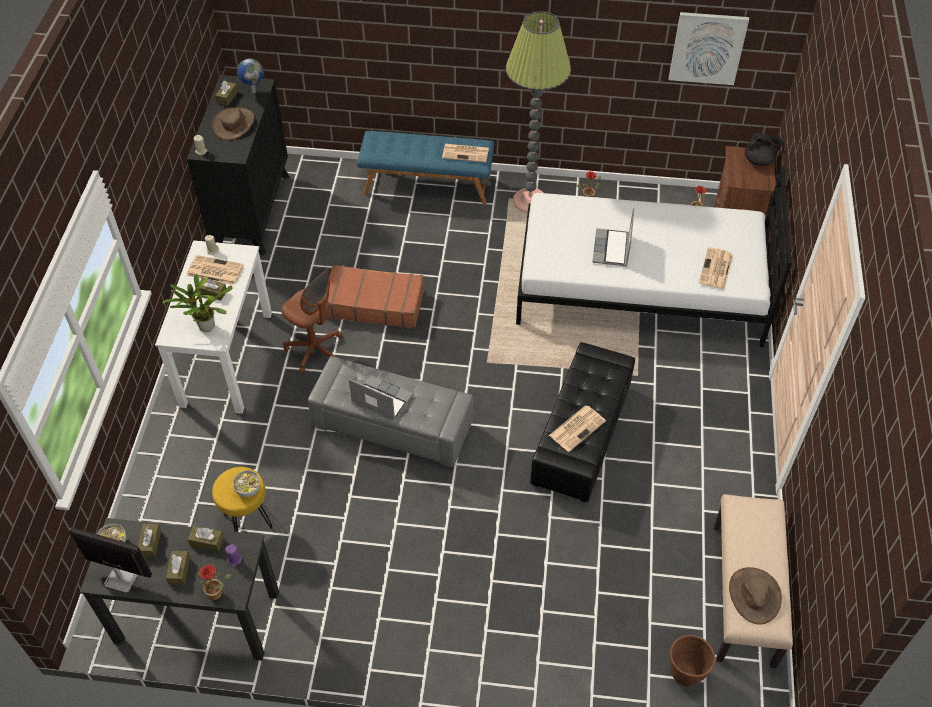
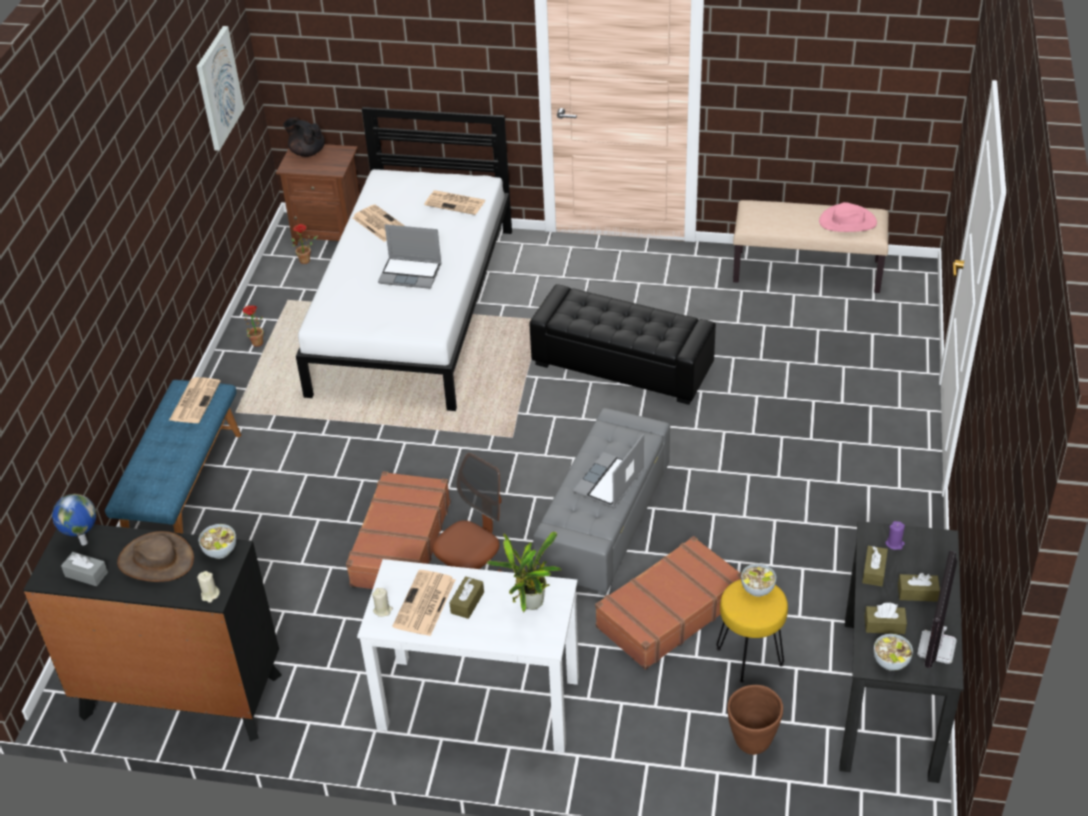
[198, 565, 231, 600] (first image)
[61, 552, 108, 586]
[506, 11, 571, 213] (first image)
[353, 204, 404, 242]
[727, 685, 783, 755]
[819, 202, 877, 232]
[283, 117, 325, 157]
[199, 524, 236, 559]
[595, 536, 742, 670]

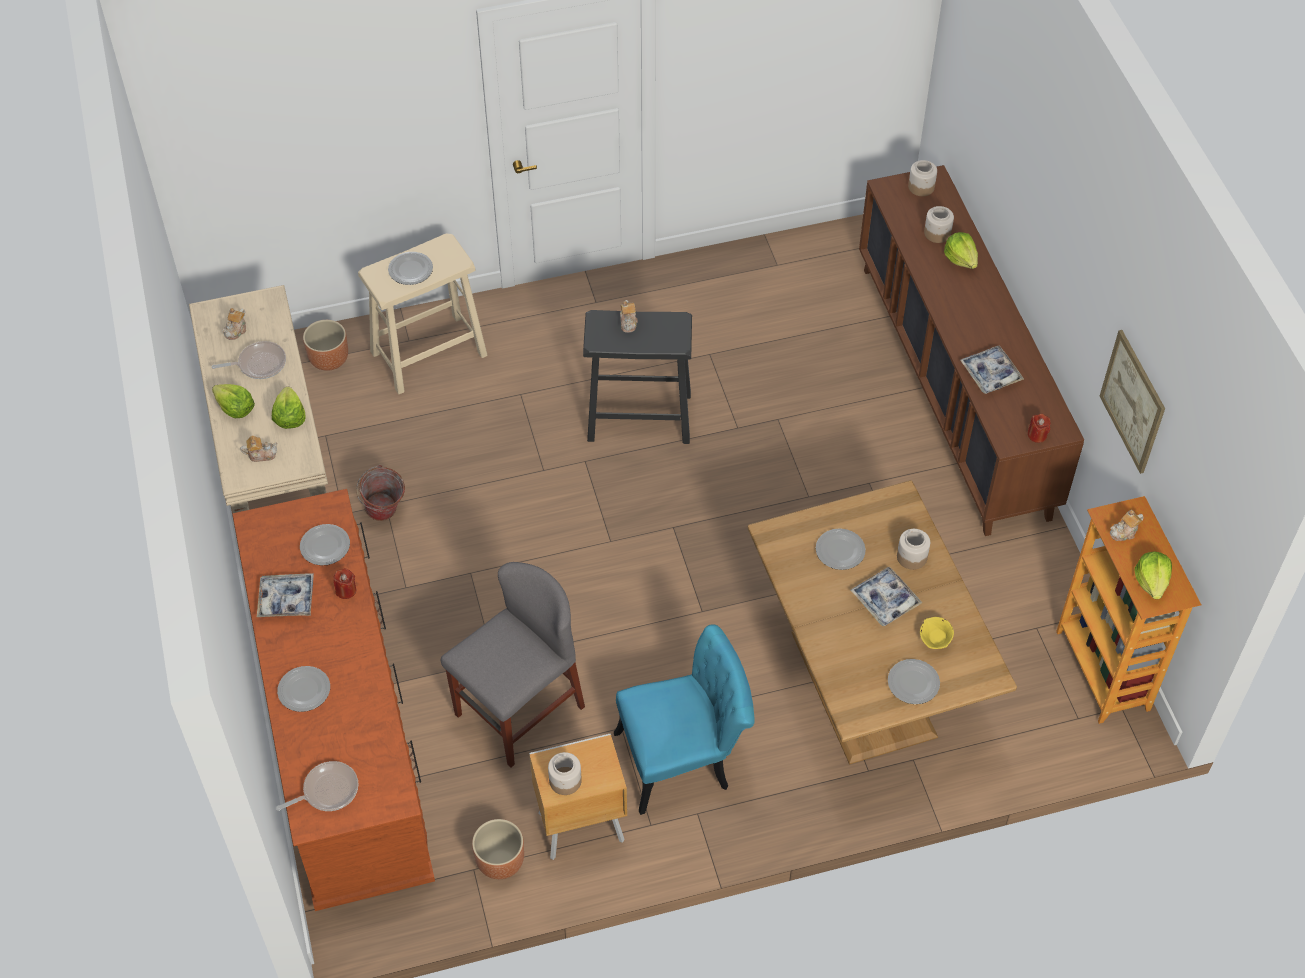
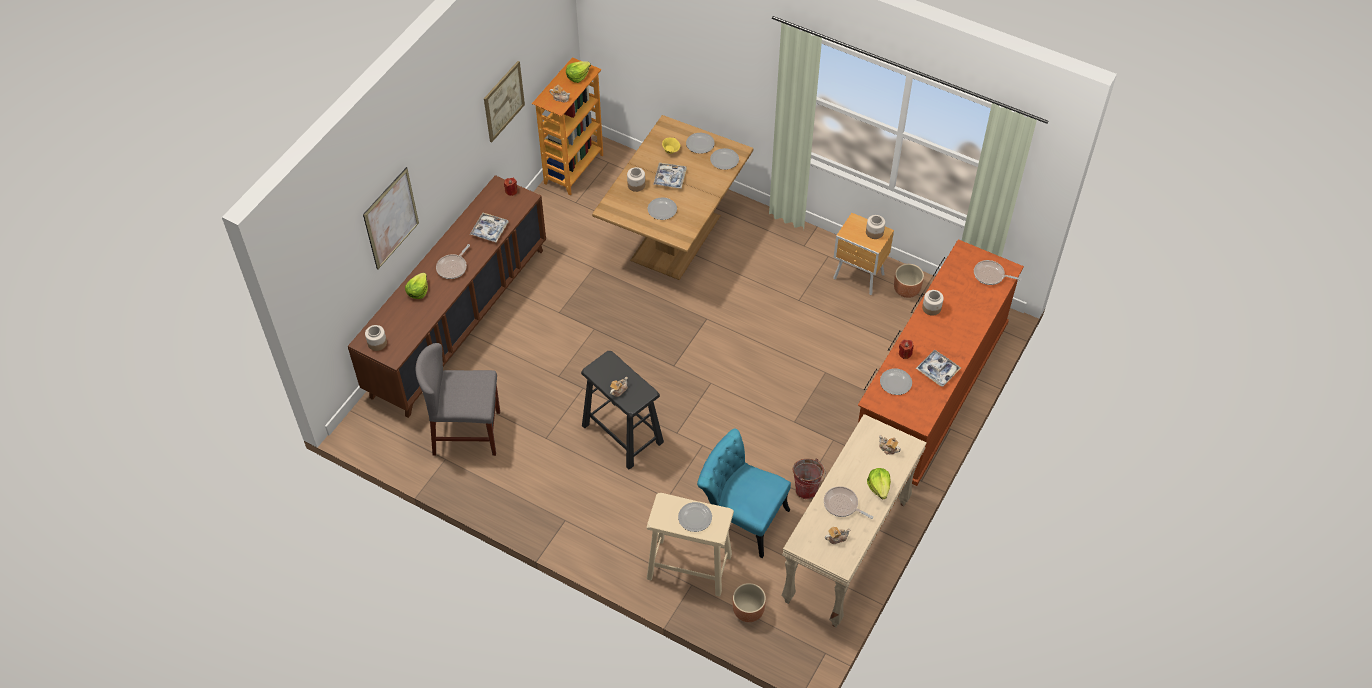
[272, 387, 306, 429] (first image)
[710, 148, 739, 170]
[416, 343, 500, 456]
[697, 428, 791, 558]
[922, 290, 944, 316]
[363, 167, 419, 270]
[436, 244, 470, 279]

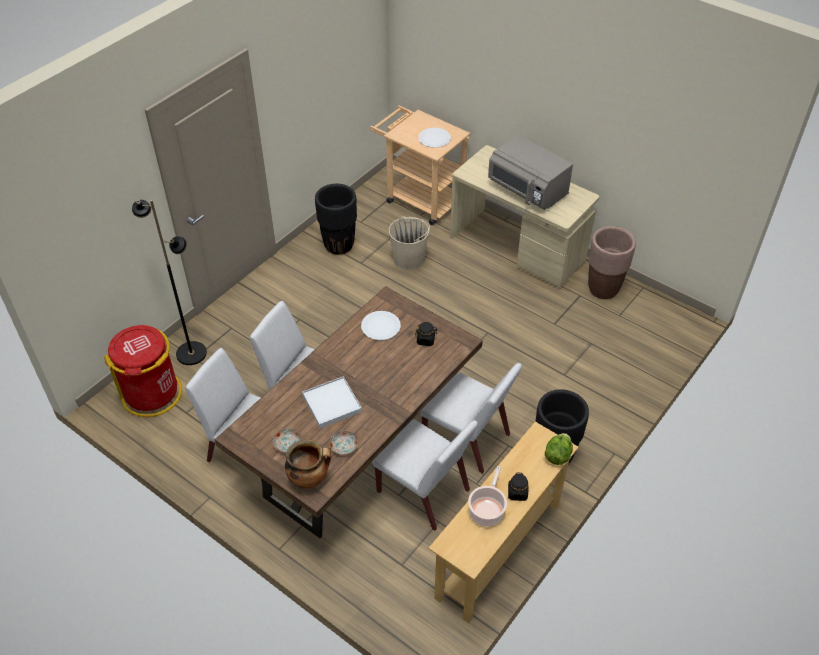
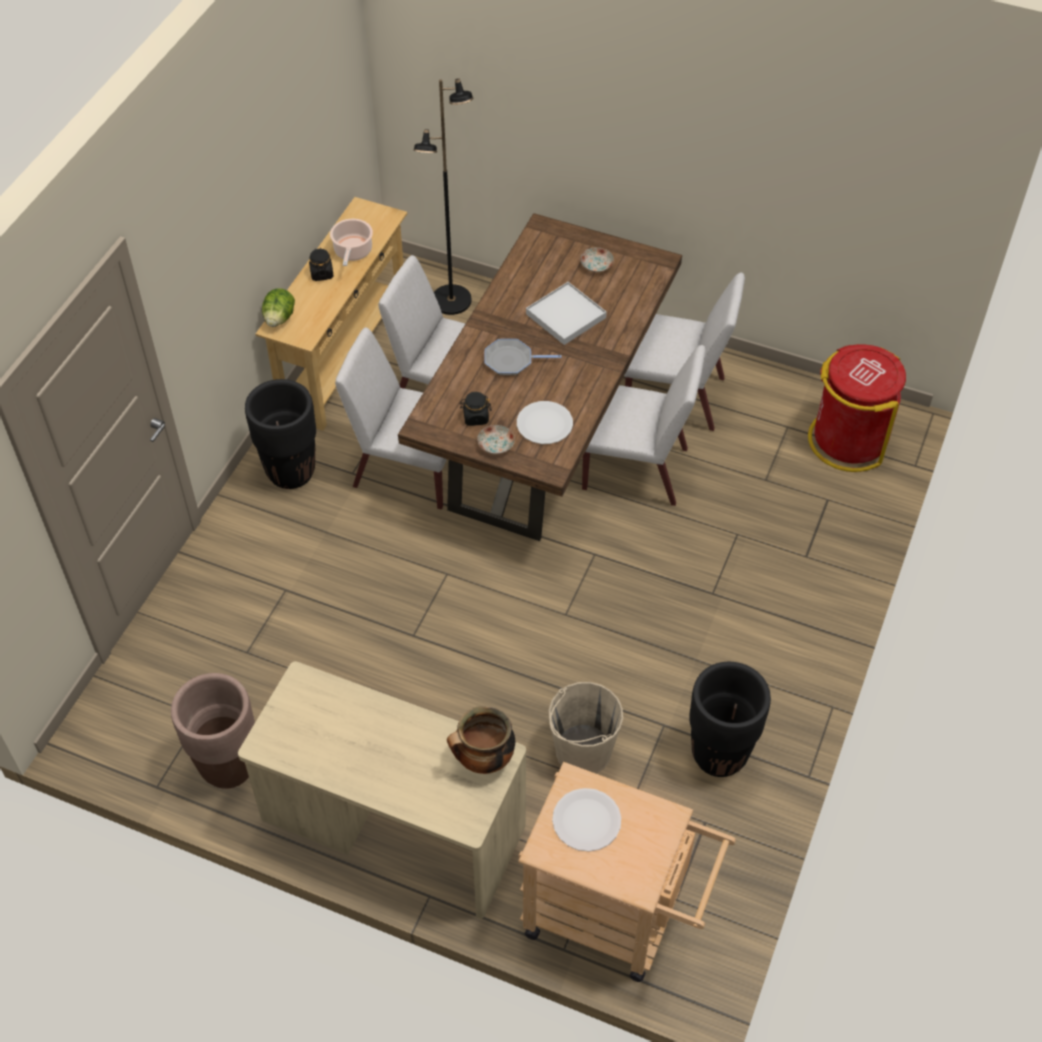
[414, 78, 474, 315]
[447, 706, 515, 774]
[477, 425, 515, 454]
[488, 135, 573, 210] (first image)
[484, 339, 561, 375]

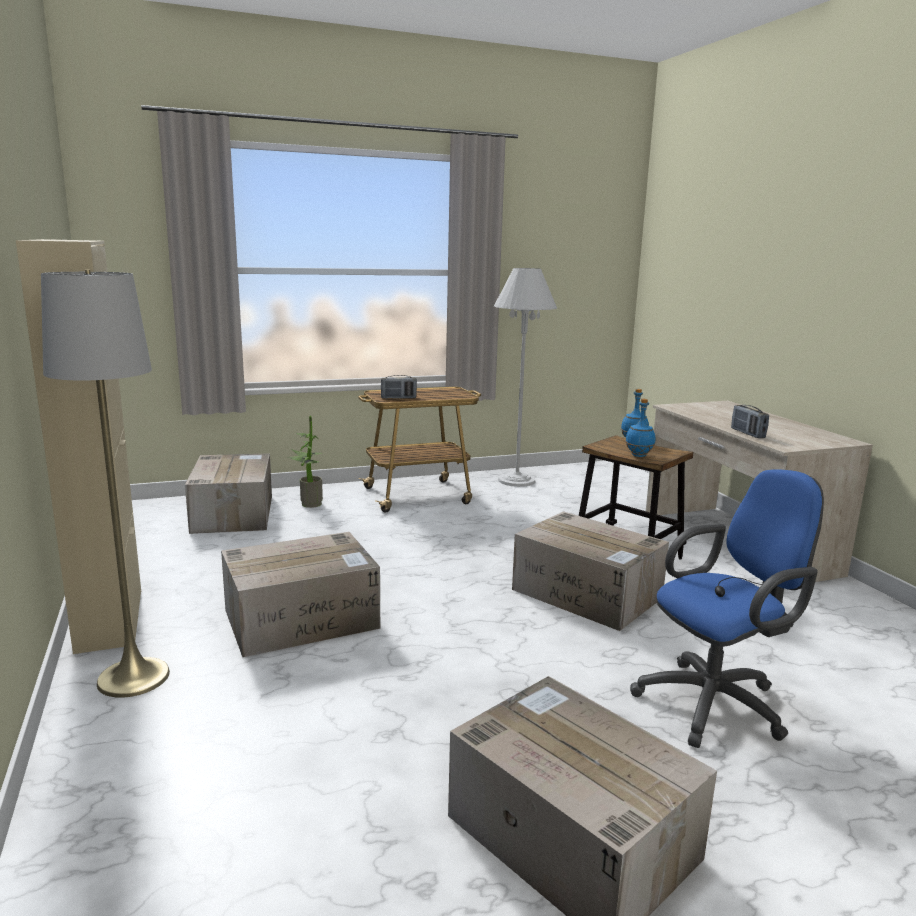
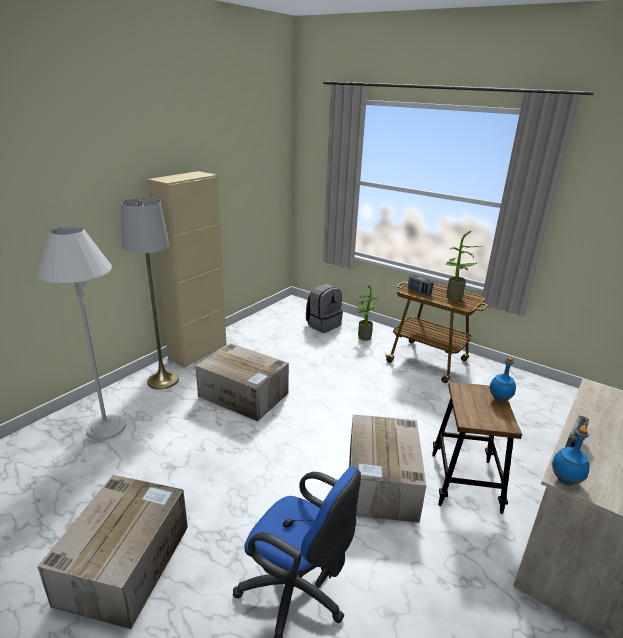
[306, 284, 343, 333]
[36, 226, 126, 441]
[552, 427, 590, 486]
[445, 231, 483, 301]

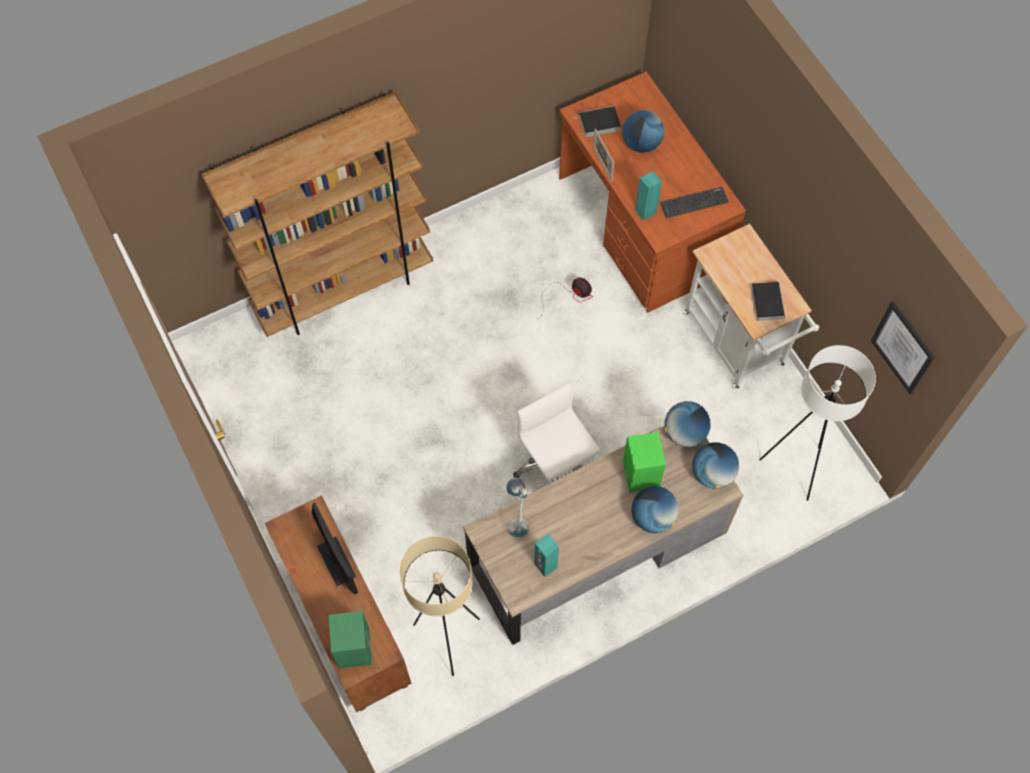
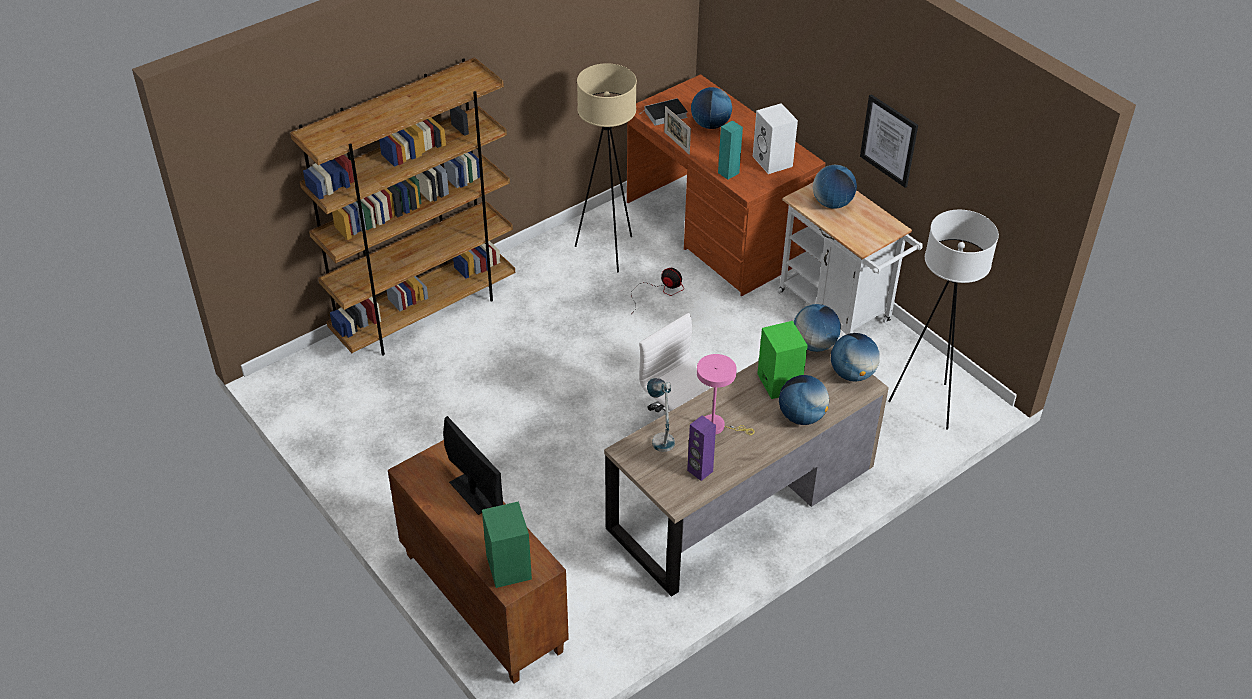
[575, 63, 637, 273]
[687, 415, 716, 481]
[753, 103, 798, 174]
[751, 279, 786, 321] (first image)
[860, 94, 918, 188]
[697, 354, 755, 435]
[813, 165, 857, 209]

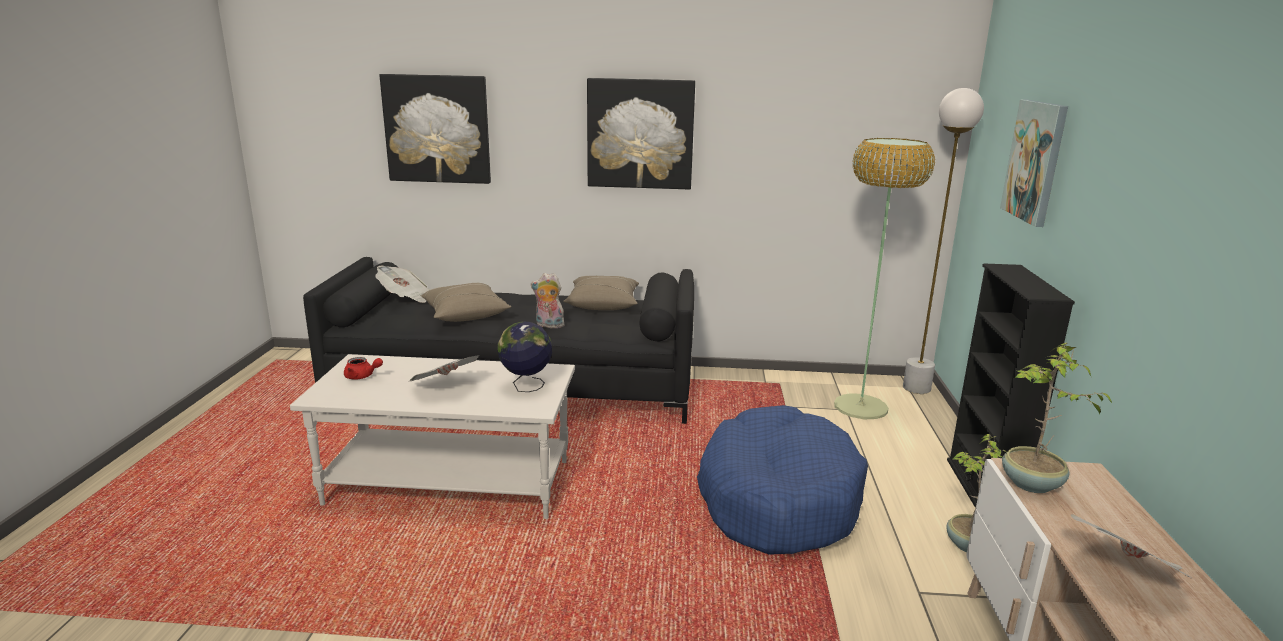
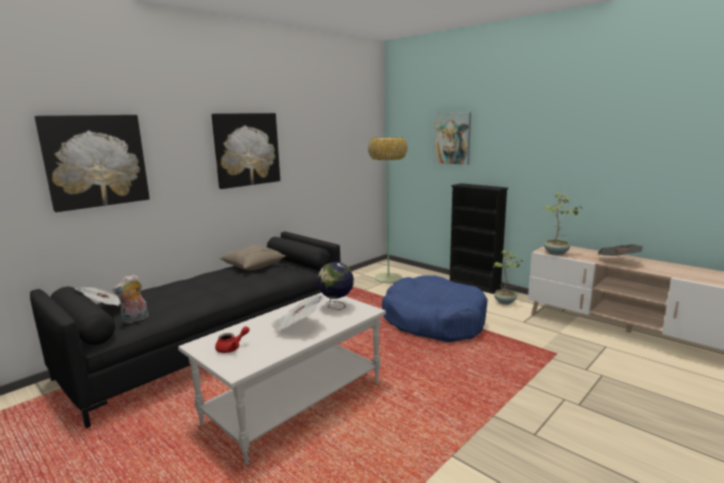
[421, 283, 511, 322] (first image)
[112, 274, 148, 323]
[903, 88, 984, 394] (first image)

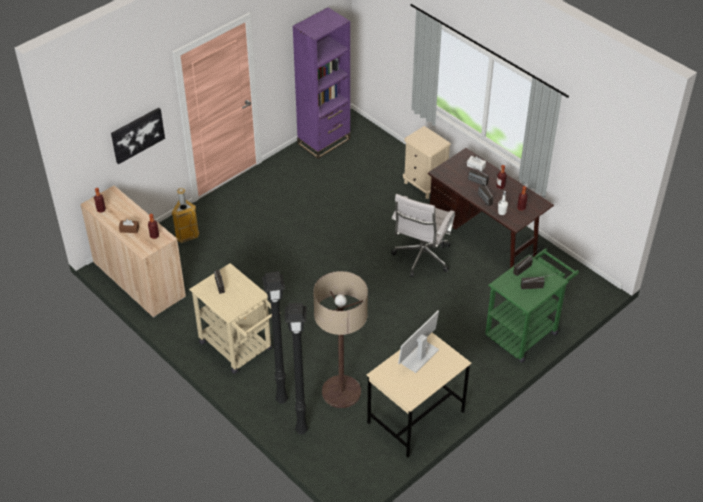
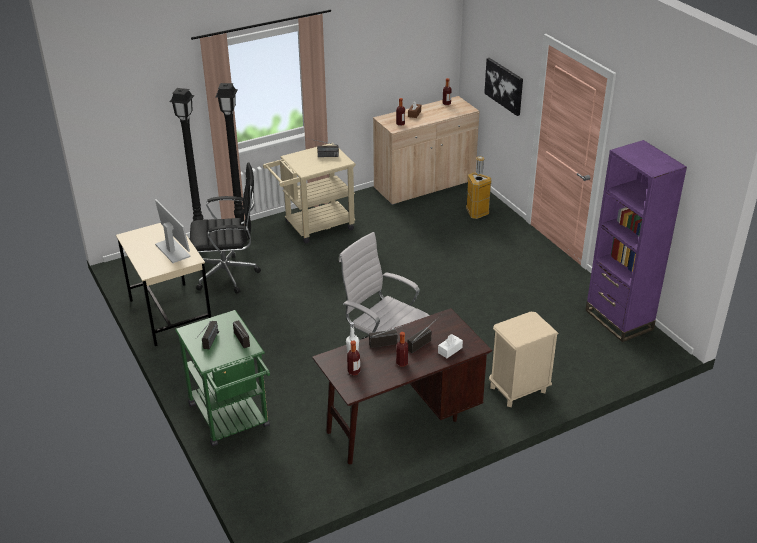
[190, 162, 261, 294]

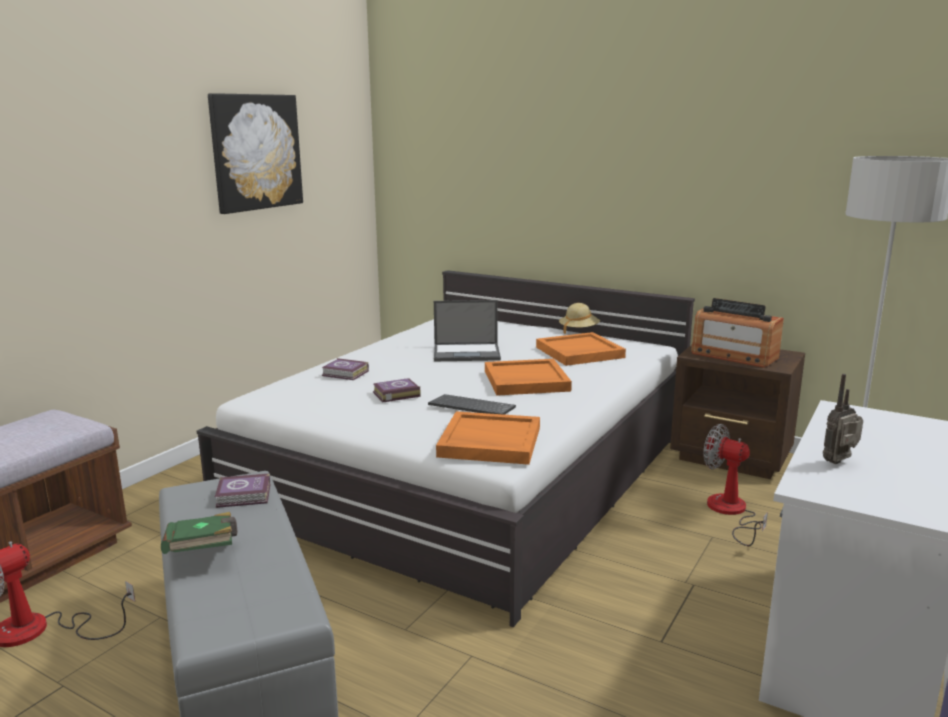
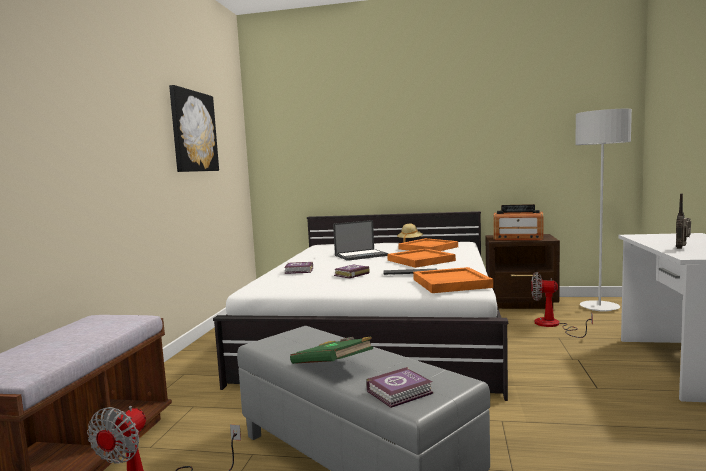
[366, 367, 433, 408]

